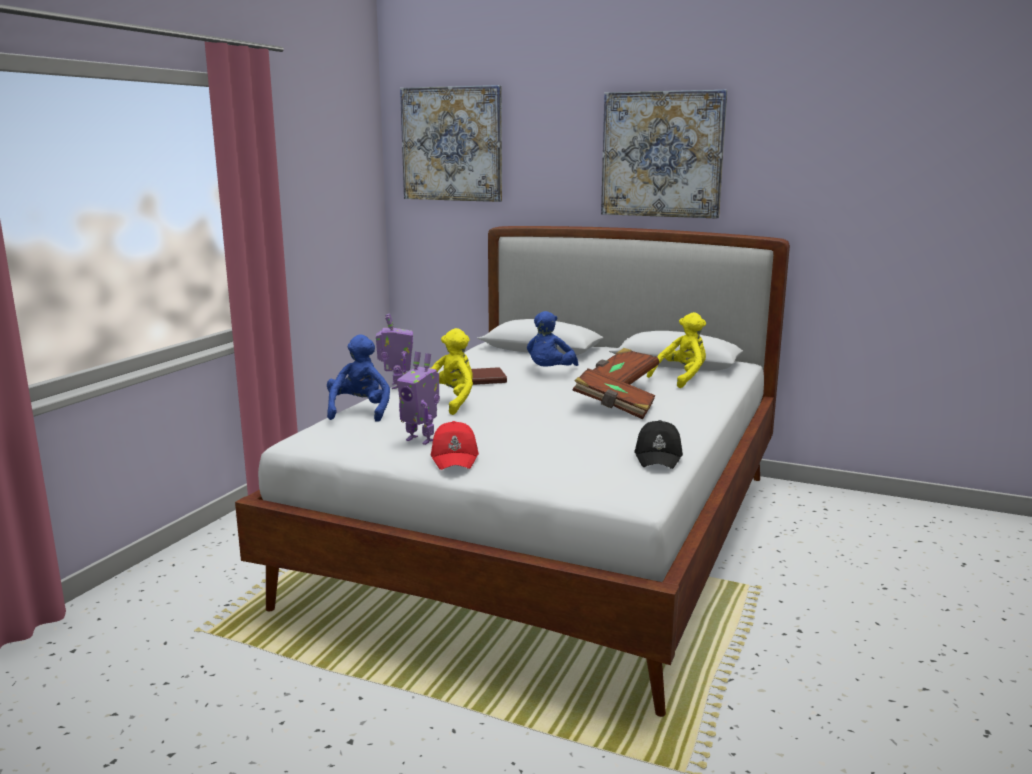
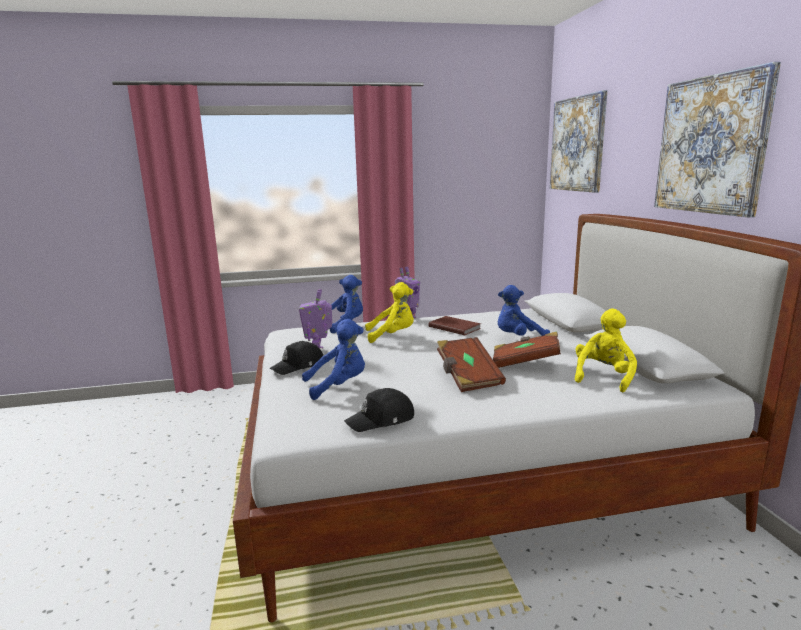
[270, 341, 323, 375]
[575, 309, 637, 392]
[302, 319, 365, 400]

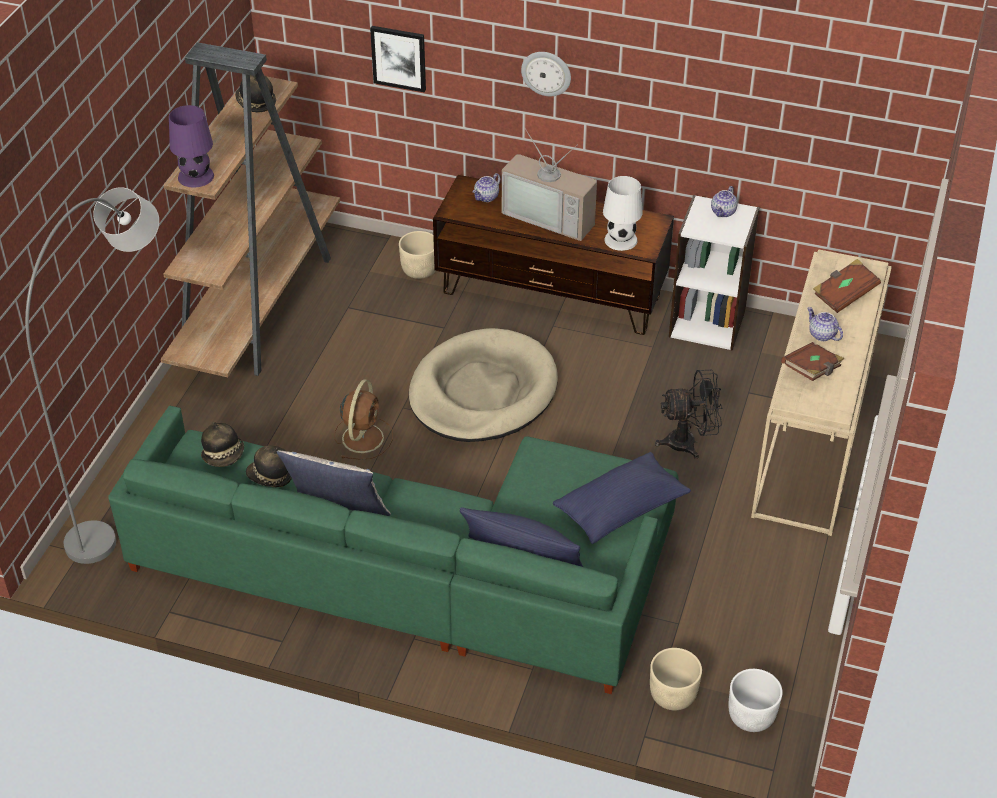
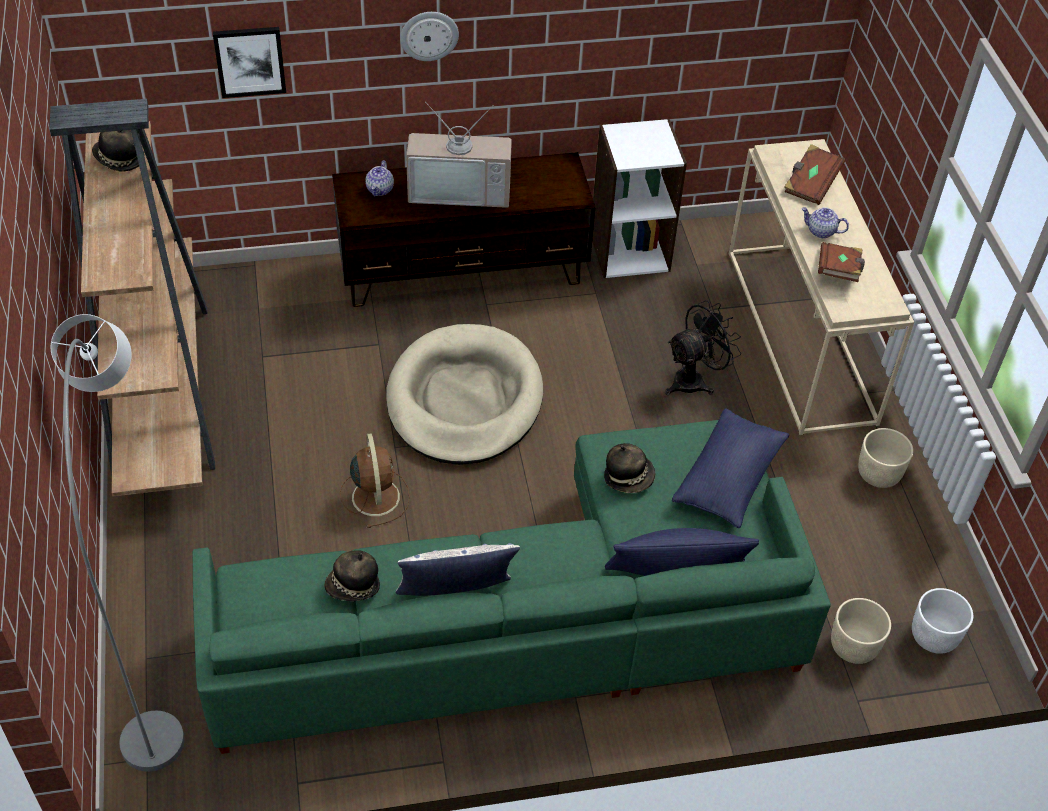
[169, 105, 214, 188] (first image)
[604, 443, 656, 493]
[858, 428, 913, 488]
[603, 176, 642, 251] (first image)
[711, 186, 738, 217] (first image)

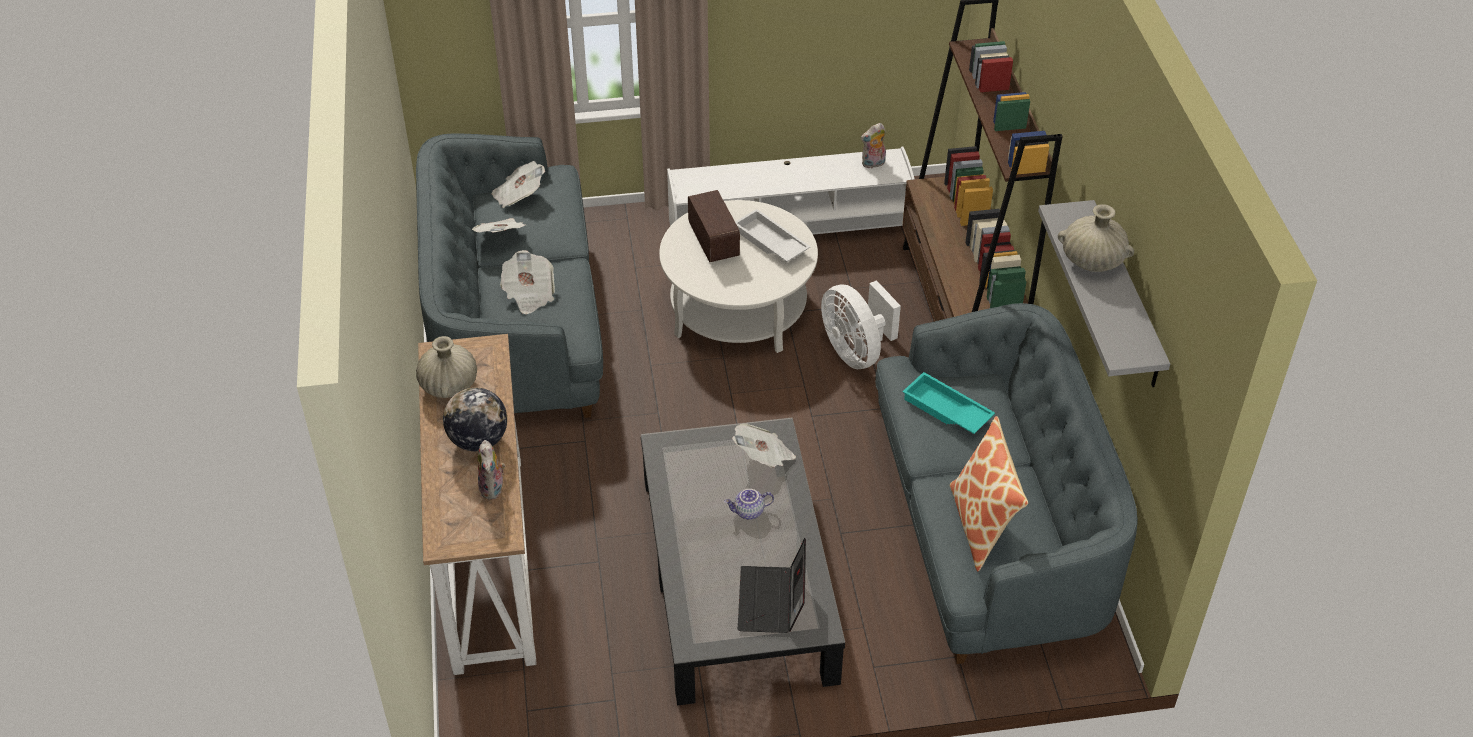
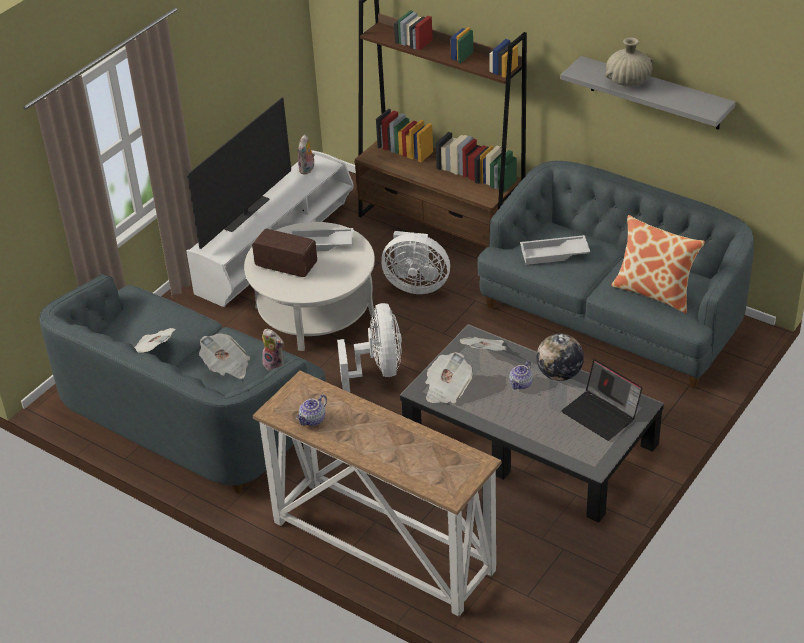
[296, 394, 327, 426]
[536, 334, 584, 381]
[262, 328, 284, 371]
[425, 352, 473, 404]
[520, 235, 590, 265]
[187, 98, 291, 249]
[337, 303, 402, 392]

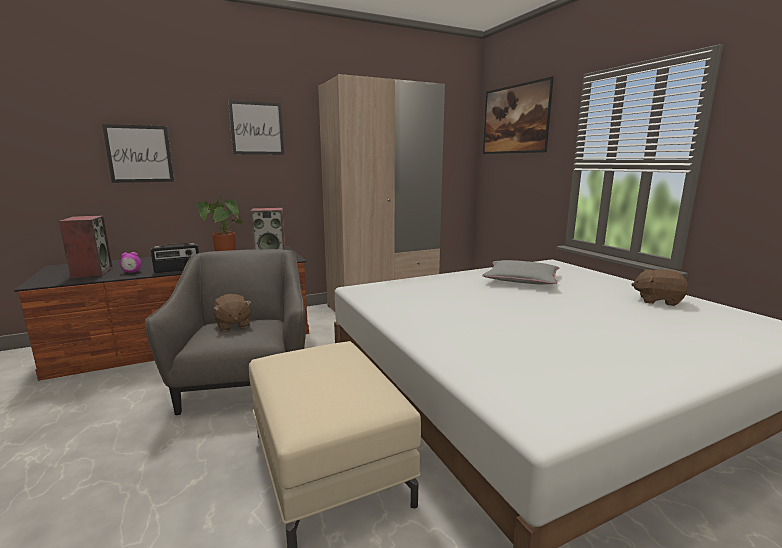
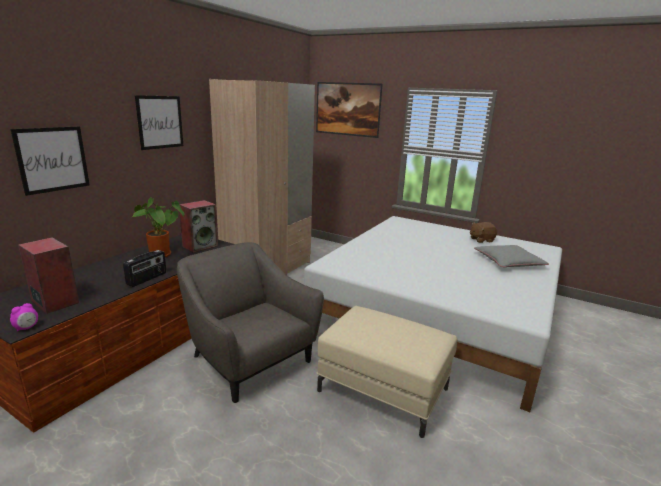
[10, 303, 38, 331]
[213, 294, 252, 331] (first image)
[474, 245, 549, 267]

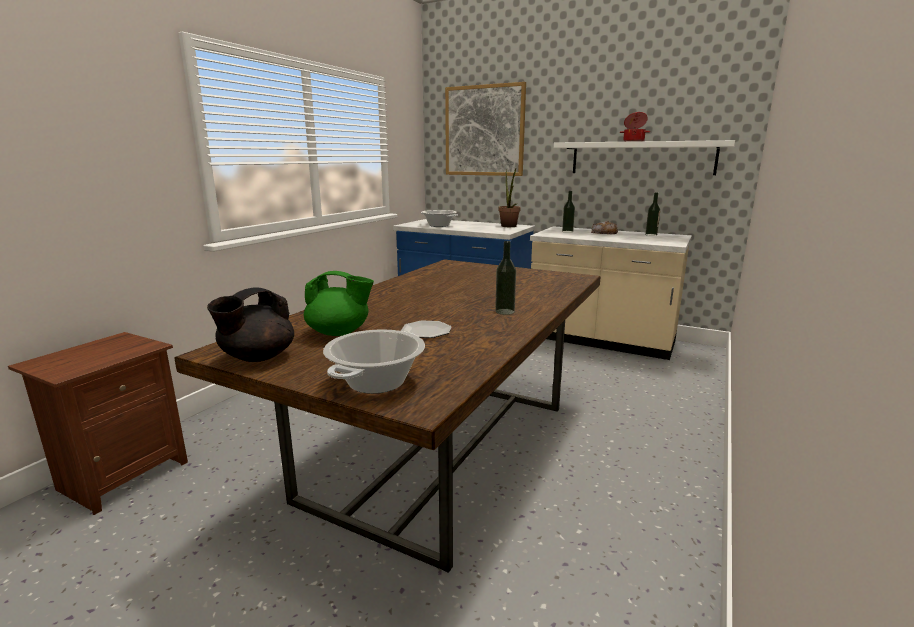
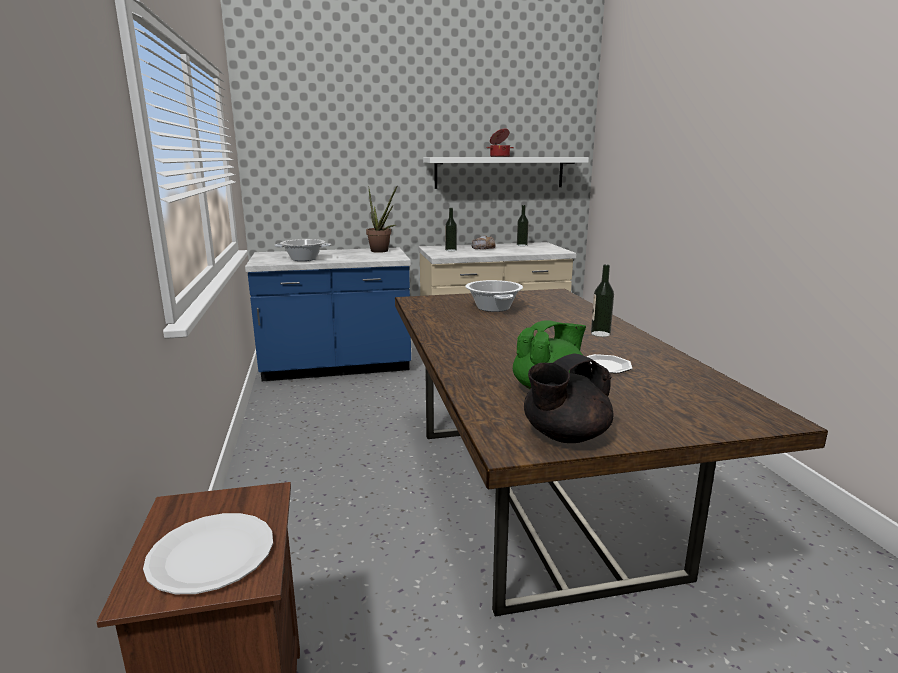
[524, 354, 614, 443]
[466, 280, 523, 312]
[445, 82, 526, 176] (first image)
[143, 513, 273, 594]

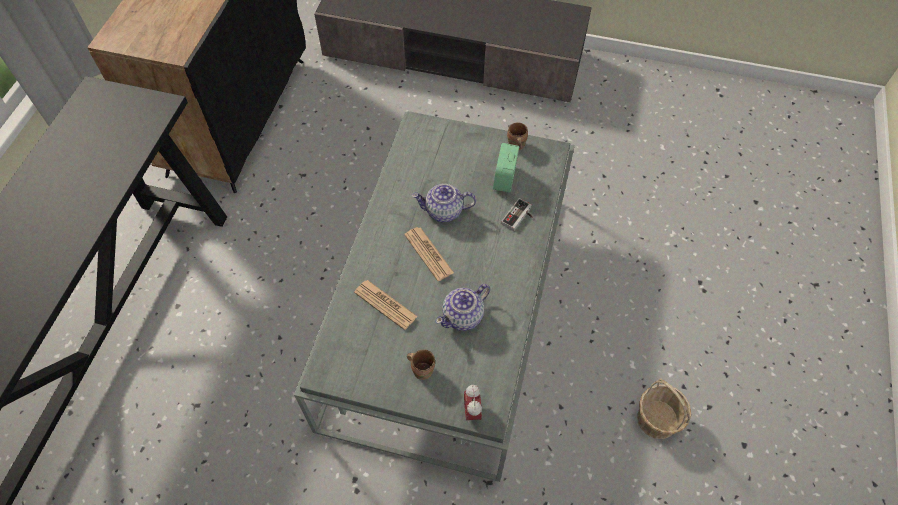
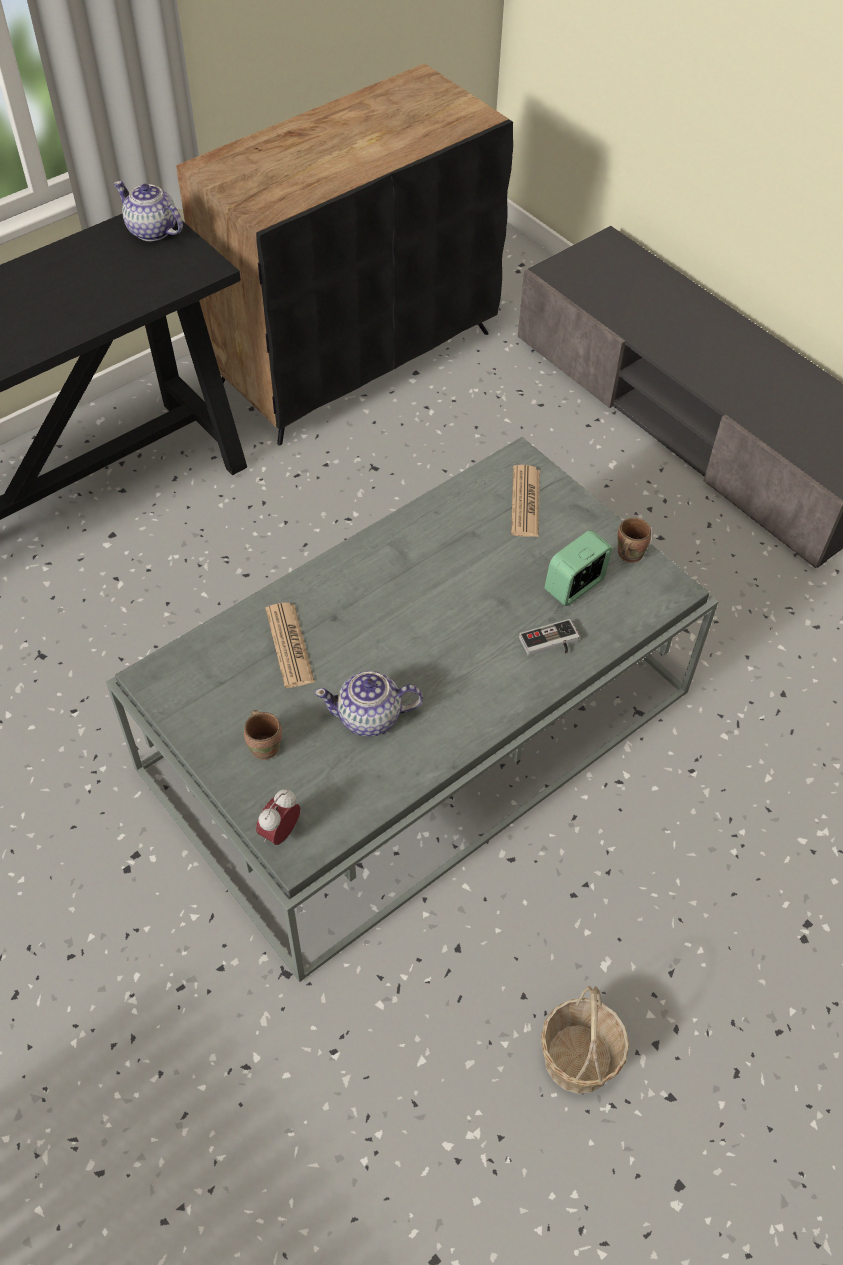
[511, 465, 540, 537]
[114, 181, 183, 241]

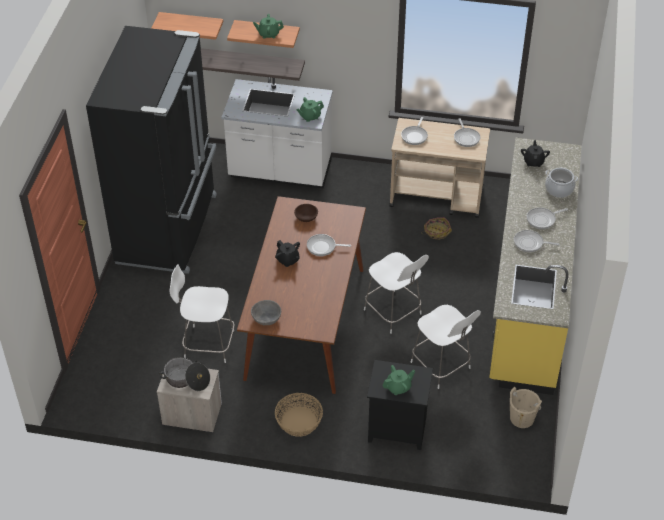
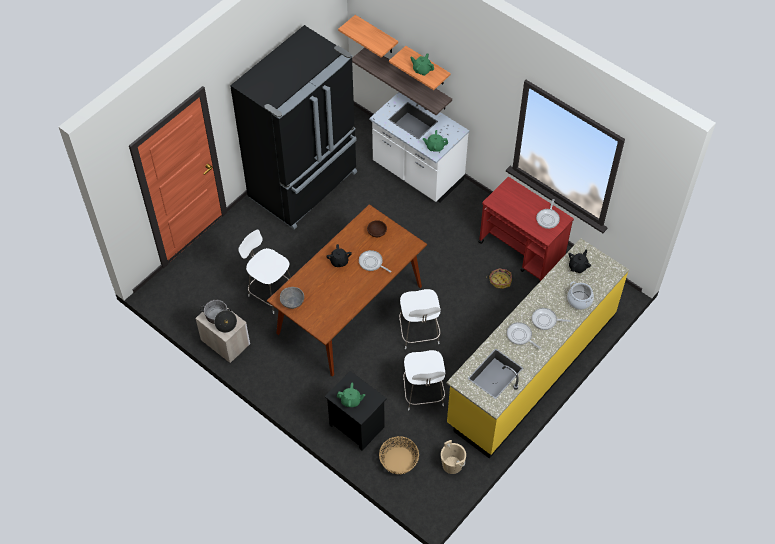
[379, 436, 419, 474]
[479, 177, 574, 282]
[401, 117, 428, 145] (first image)

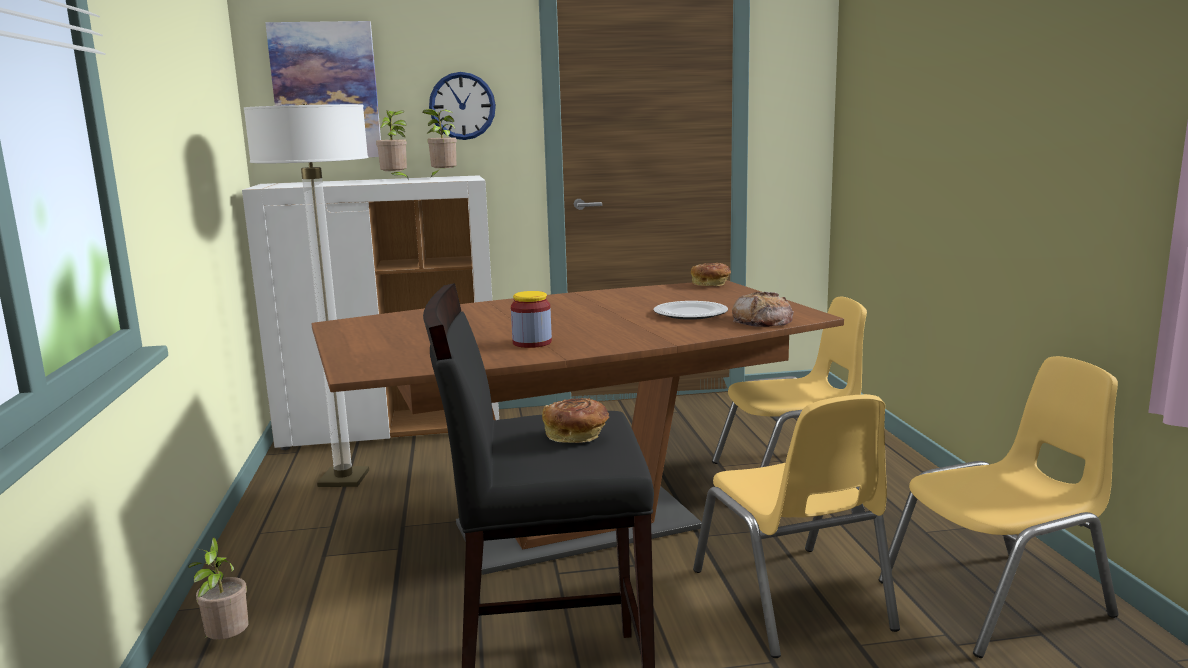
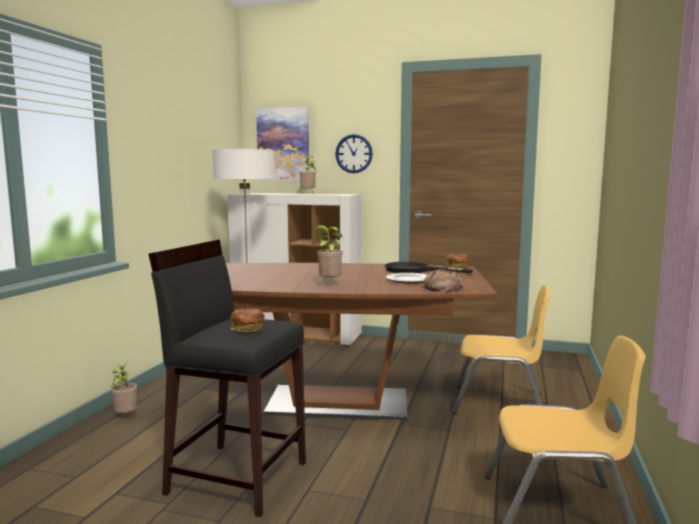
[312, 225, 343, 286]
[511, 291, 552, 348] (first image)
[693, 394, 900, 658] (first image)
[385, 262, 473, 274]

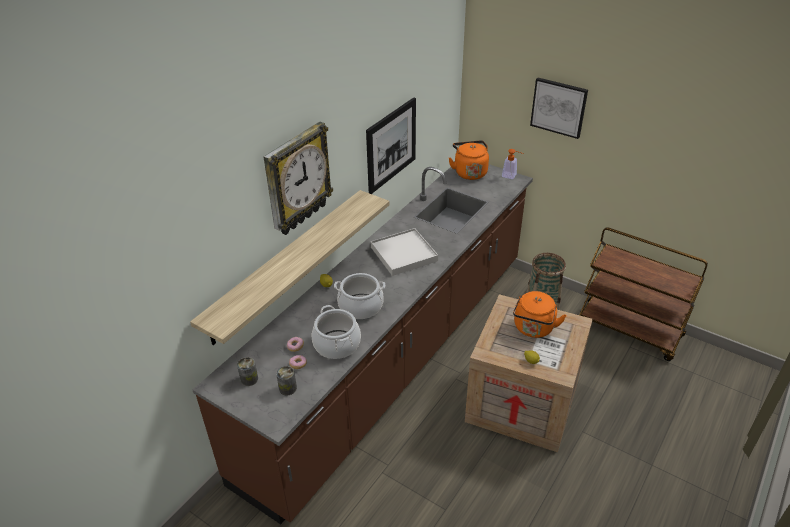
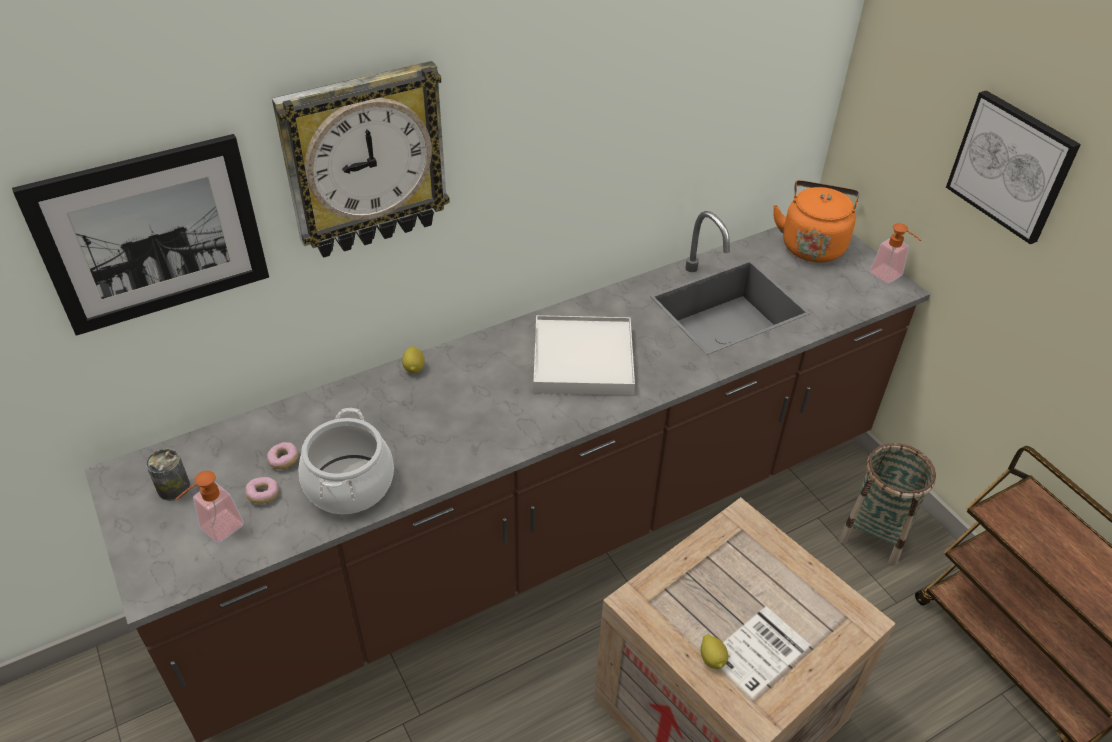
[190, 190, 389, 345] (first image)
[176, 471, 244, 543]
[334, 273, 385, 320] (first image)
[12, 134, 269, 336]
[513, 291, 567, 338] (first image)

